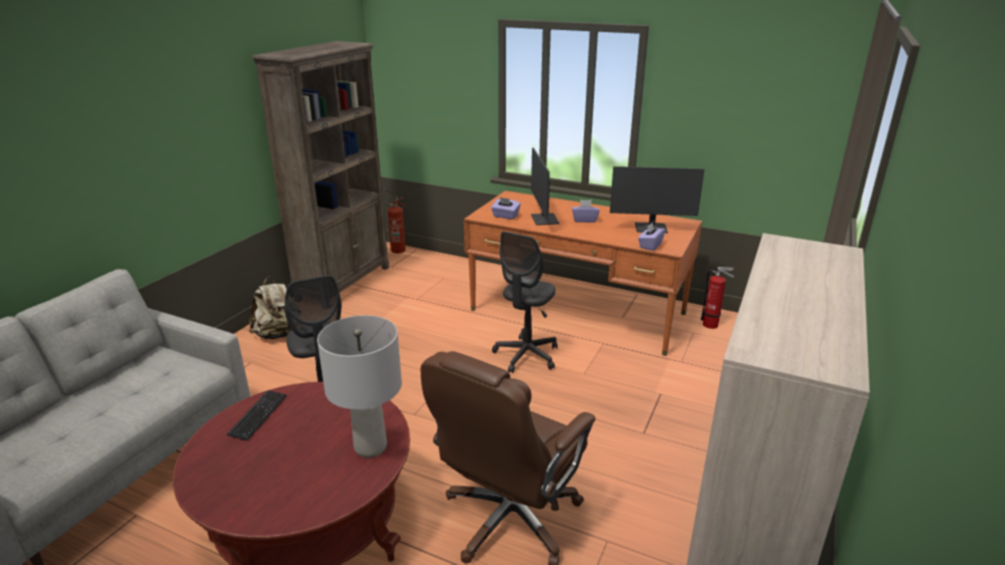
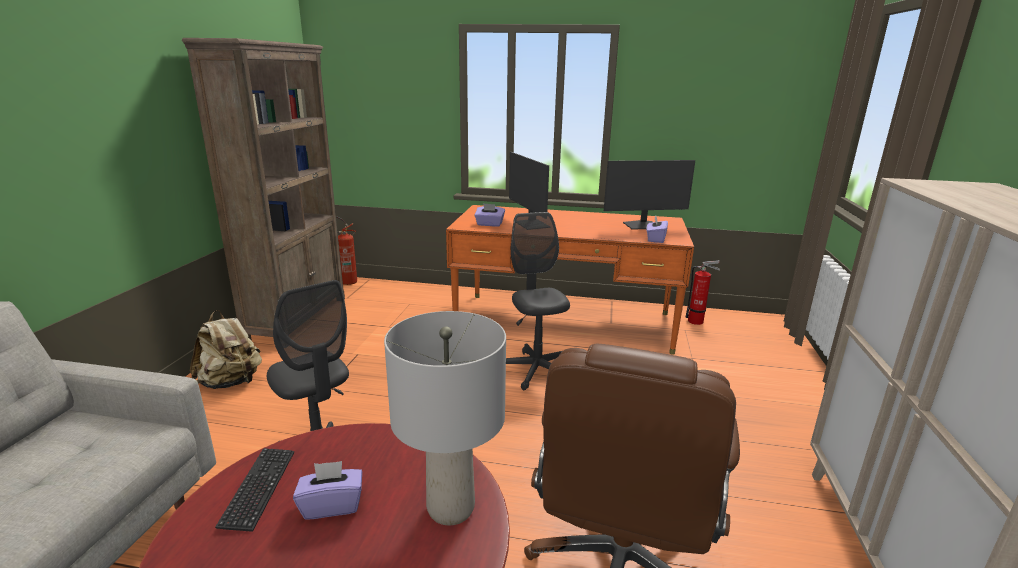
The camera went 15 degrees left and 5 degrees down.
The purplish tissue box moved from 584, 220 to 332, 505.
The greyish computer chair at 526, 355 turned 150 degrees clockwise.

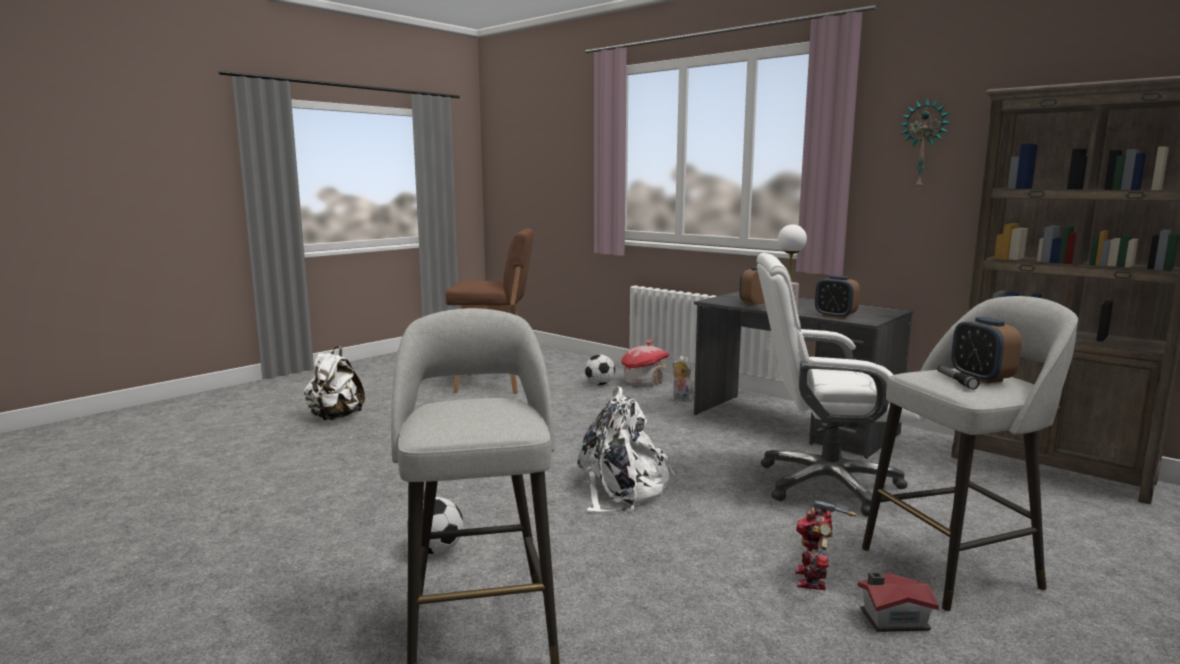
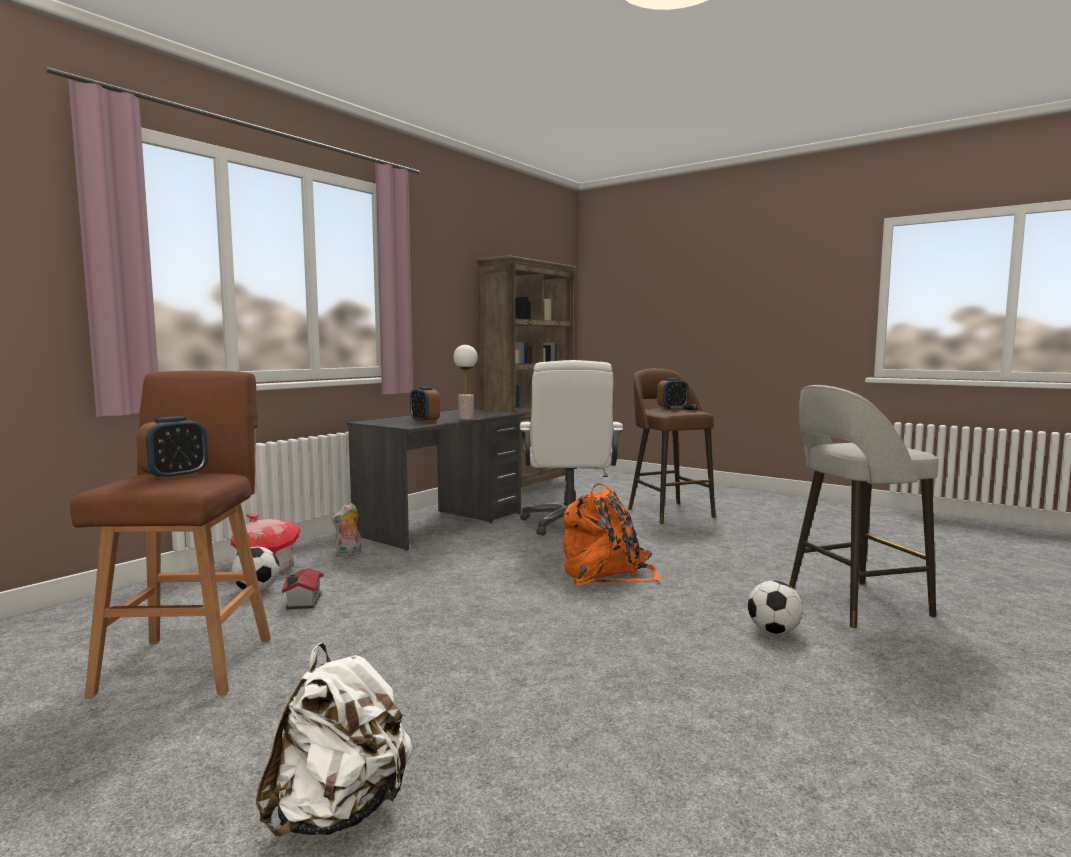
The camera went 95 degrees left and 5 degrees down.
The clock on the wall at 924, 144 disappeared.
The alarm clock moved from 835, 316 to 175, 476.
The greyish stool at 954, 567 became the brownish stool at 669, 512.
The white-coloured knapsack at 622, 489 became the orangey knapsack at 606, 574.
The robot figure at 813, 579 disappeared.
The miniature house moved from 892, 618 to 302, 602.

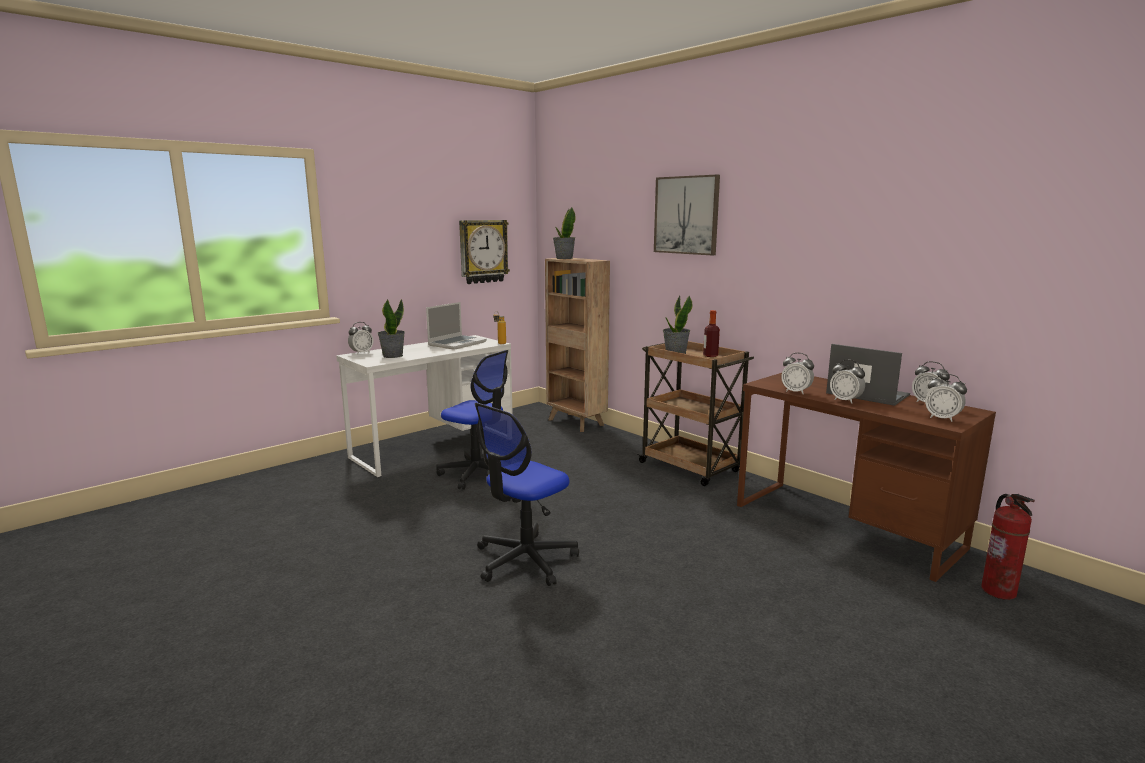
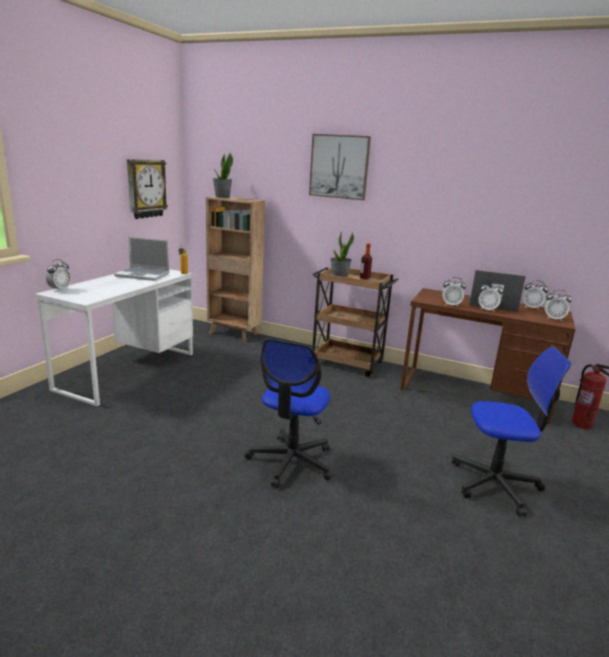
The camera went 25 degrees left and 5 degrees up.
The potted plant at 392, 356 disappeared.
The notebook computer at 457, 343 turned 90 degrees clockwise.
The computer chair moved from 478, 473 to 495, 484.

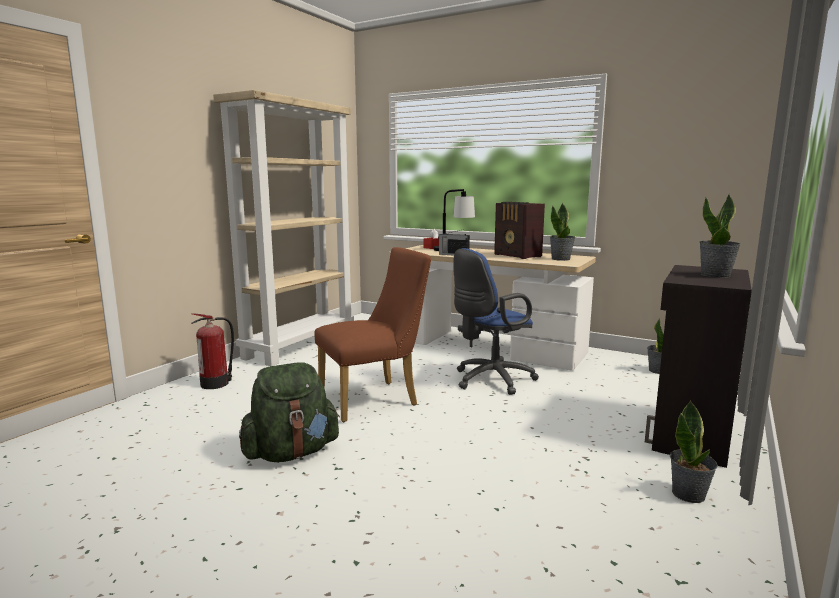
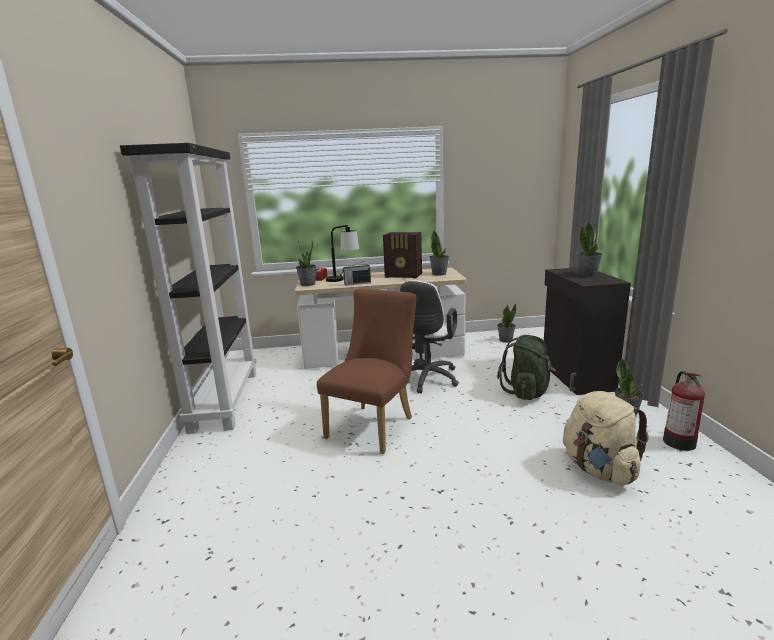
The camera went 35 degrees left and 5 degrees up.
The sand-coloured shelving unit at 300, 345 became the blackish shelving unit at 225, 399.
The blue-coloured computer chair at 489, 380 became the white-coloured computer chair at 426, 380.
The fire-fighting cylinder moved from 216, 383 to 678, 441.
The greenish knapsack moved from 291, 453 to 527, 392.
The potted plant at 308, 284 appeared.
The sand-coloured knapsack at 599, 469 appeared.

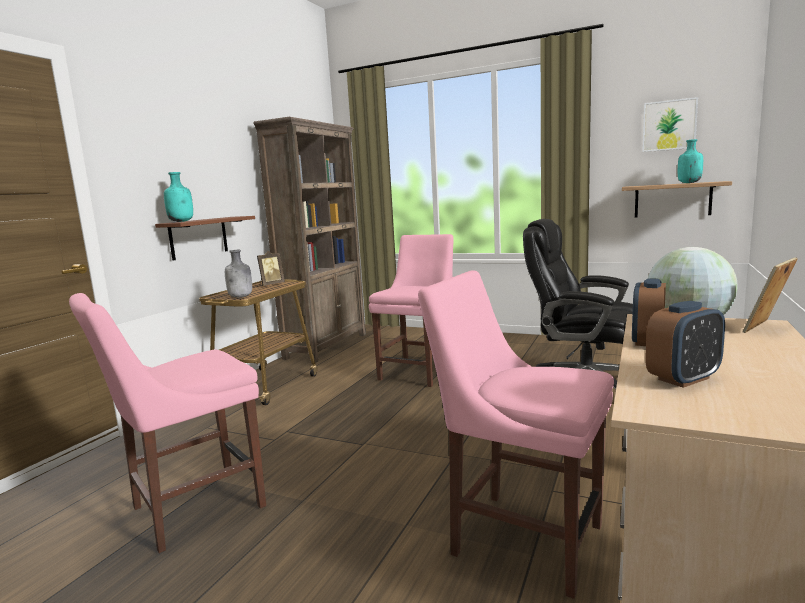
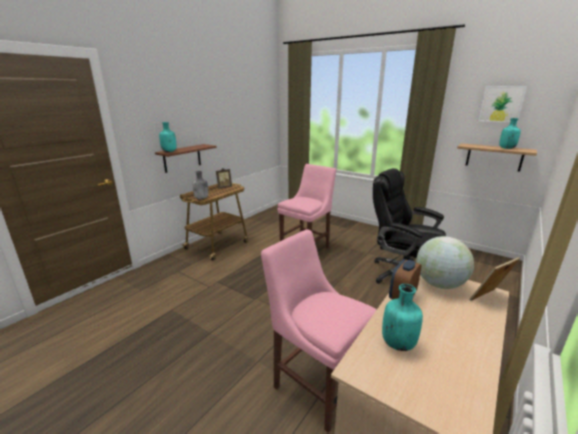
The camera went 10 degrees right and 10 degrees up.
The brownish shelving unit at 327, 346 disappeared.
The pink plain chair at 191, 509 disappeared.
The alarm clock at 683, 379 was replaced by the turquoise-coloured bottle at 398, 343.

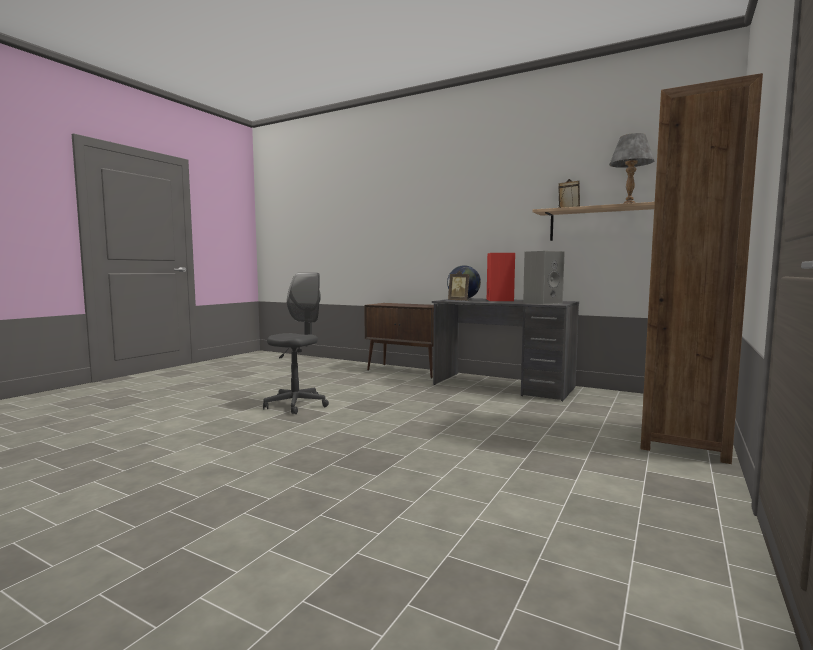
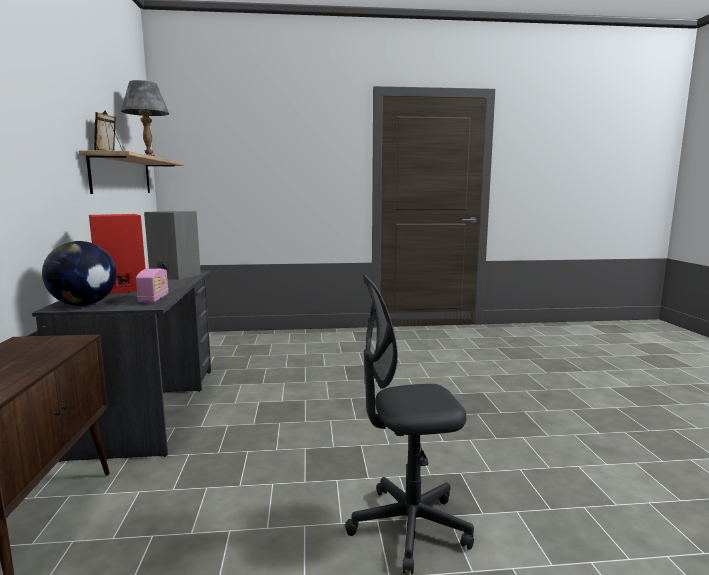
The camera went 125 degrees left and 5 degrees up.
The brownish shelving unit at 684, 442 disappeared.
The photo frame at 459, 300 was replaced by the radio set at 154, 299.

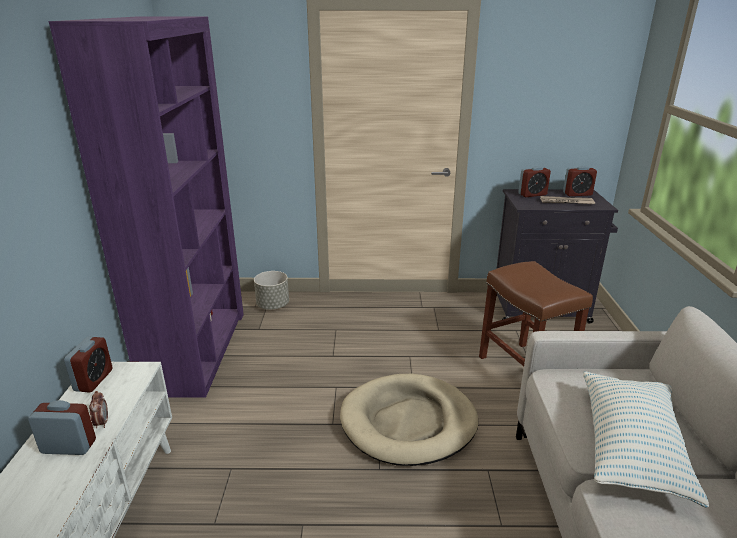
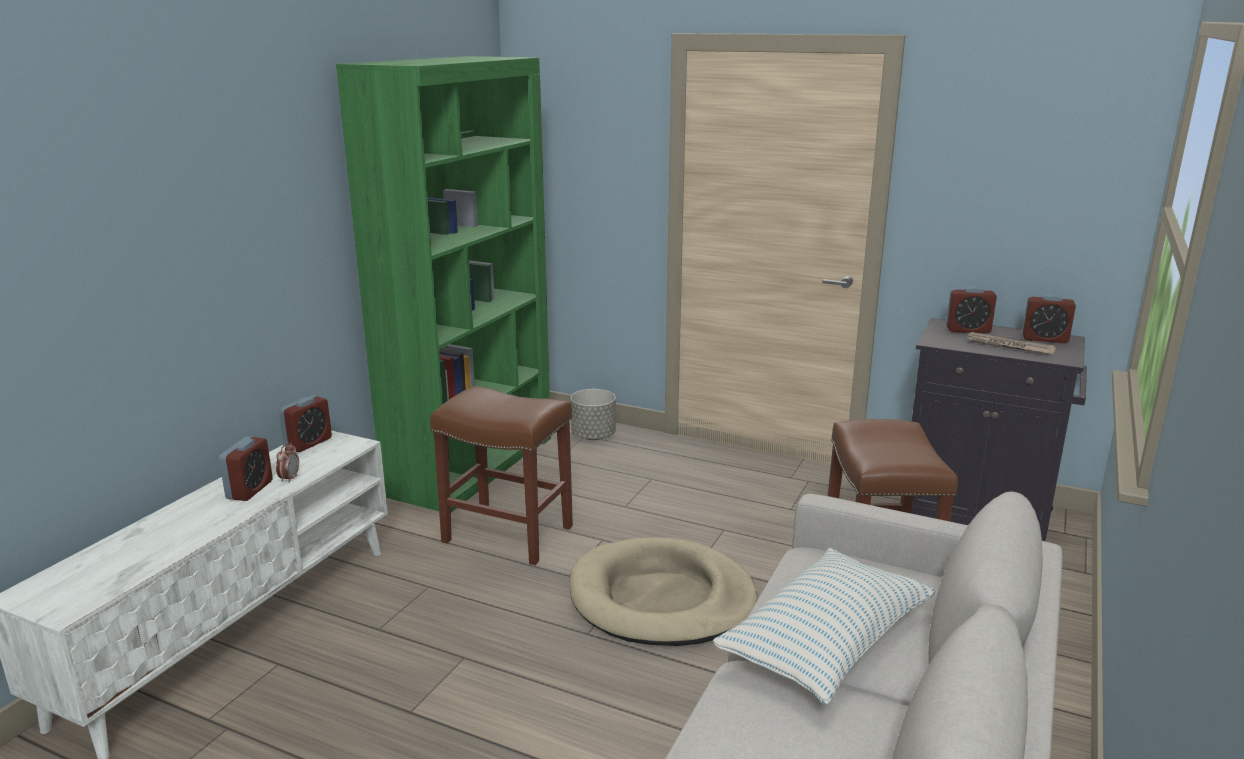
The camera went 25 degrees right and 5 degrees down.
The purplish shelving unit at 197, 350 became the greenish shelving unit at 472, 465.
The alarm clock at 69, 446 turned 75 degrees clockwise.
The brownish stool at 510, 534 appeared.

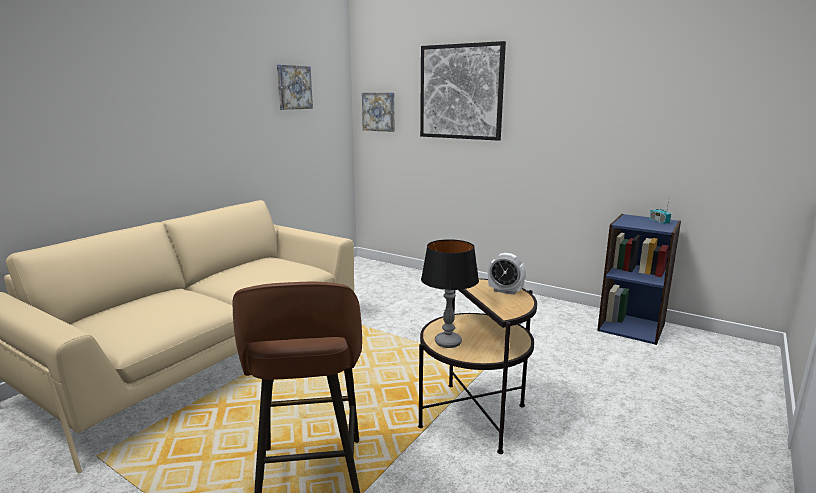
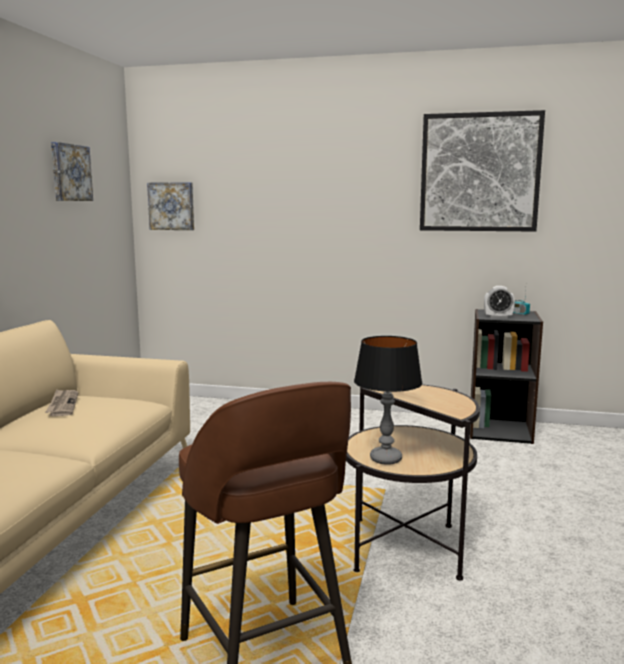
The camera went 20 degrees left and 5 degrees down.
The picture moved from 461, 92 to 479, 172.
The blue-coloured shelving unit at 631, 327 became the blackish shelving unit at 499, 430.
The alarm clock moved from 505, 291 to 498, 317.
The daily paper at 62, 404 appeared.

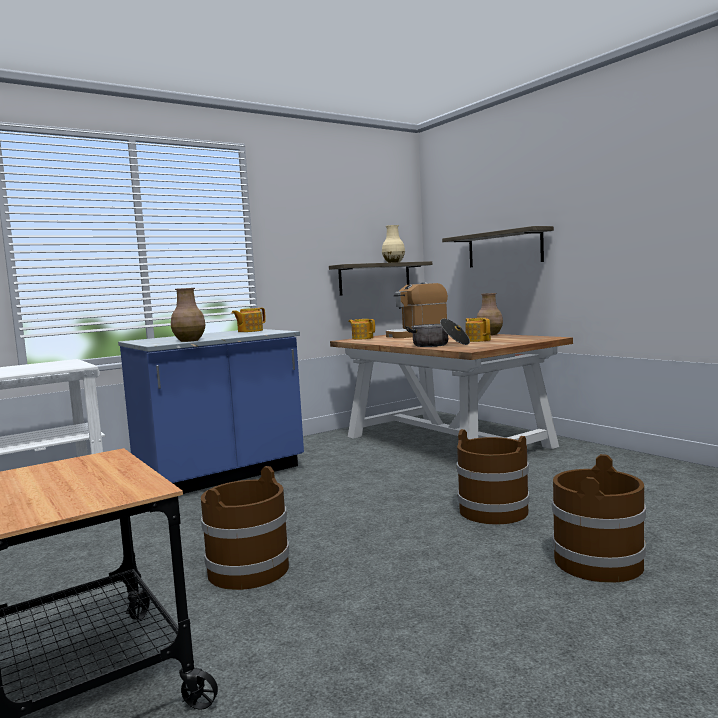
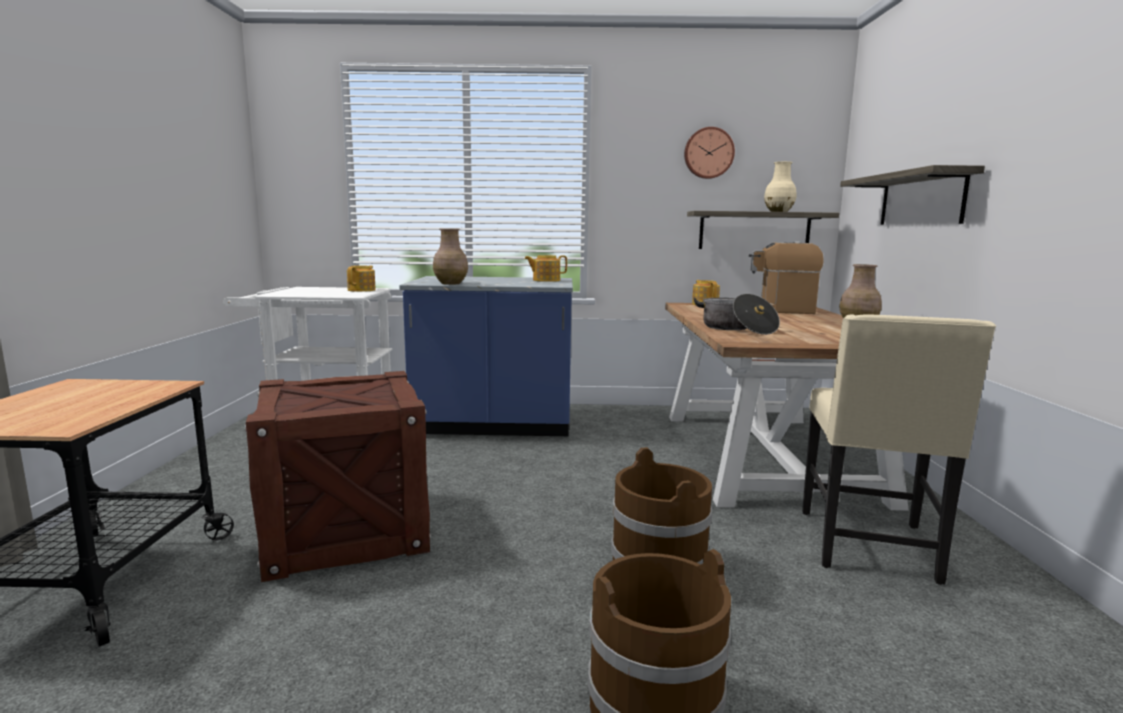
The camera went 35 degrees right and 5 degrees up.
The tea pot moved from 478, 340 to 362, 290.
The brownish pail at 248, 570 was replaced by the shipping crate at 346, 530.
The clock on the wall at 708, 153 appeared.
The sand-coloured plain chair at 870, 547 appeared.

